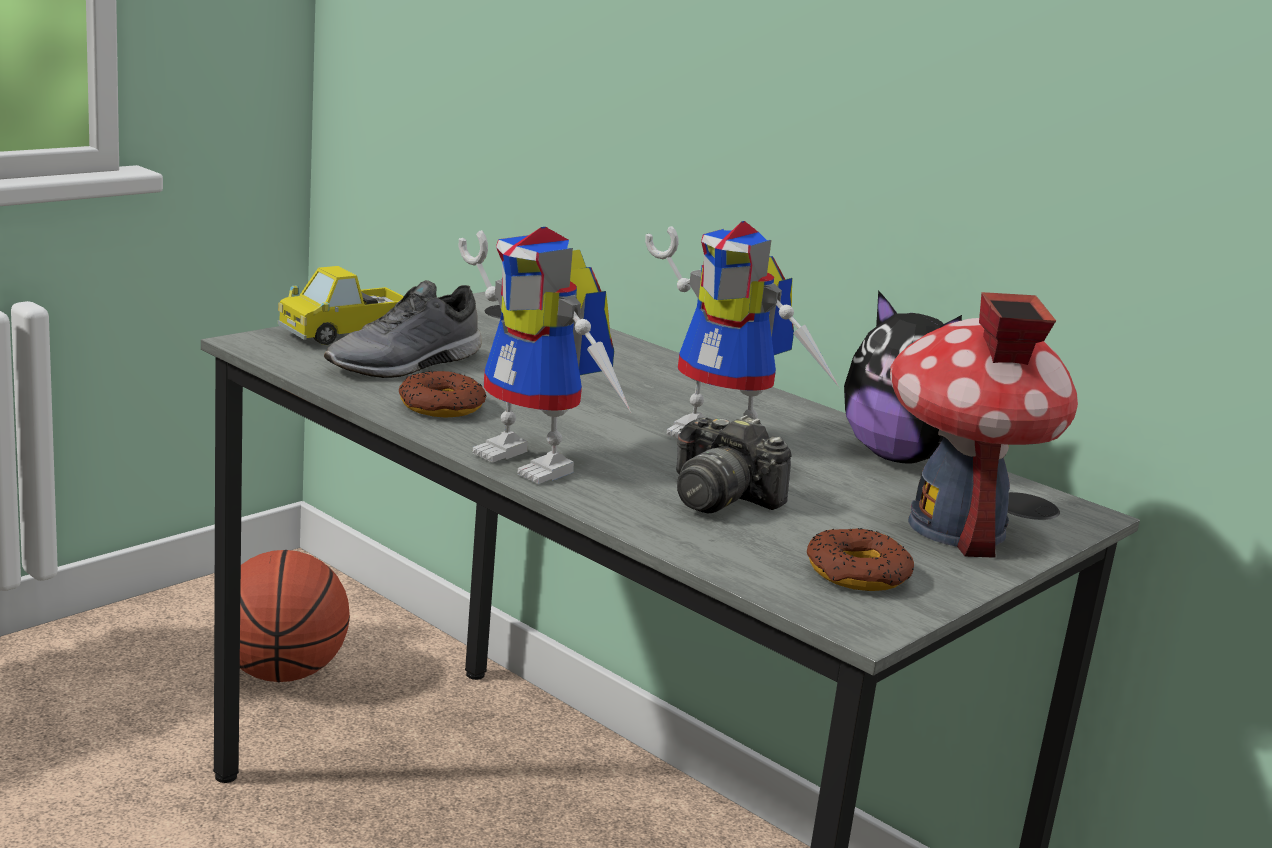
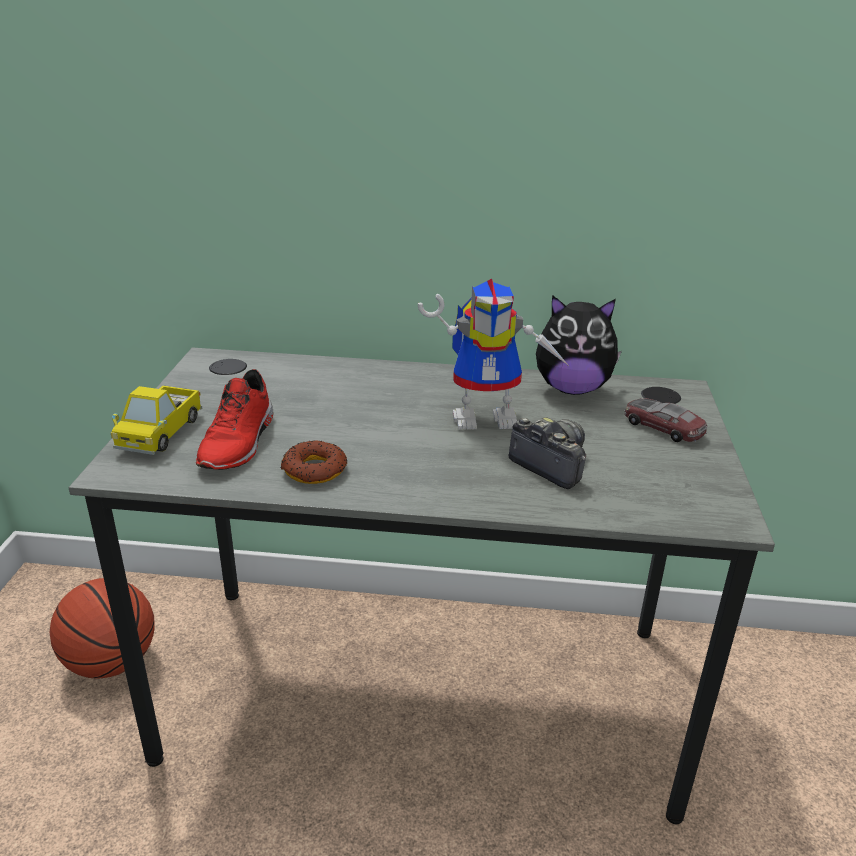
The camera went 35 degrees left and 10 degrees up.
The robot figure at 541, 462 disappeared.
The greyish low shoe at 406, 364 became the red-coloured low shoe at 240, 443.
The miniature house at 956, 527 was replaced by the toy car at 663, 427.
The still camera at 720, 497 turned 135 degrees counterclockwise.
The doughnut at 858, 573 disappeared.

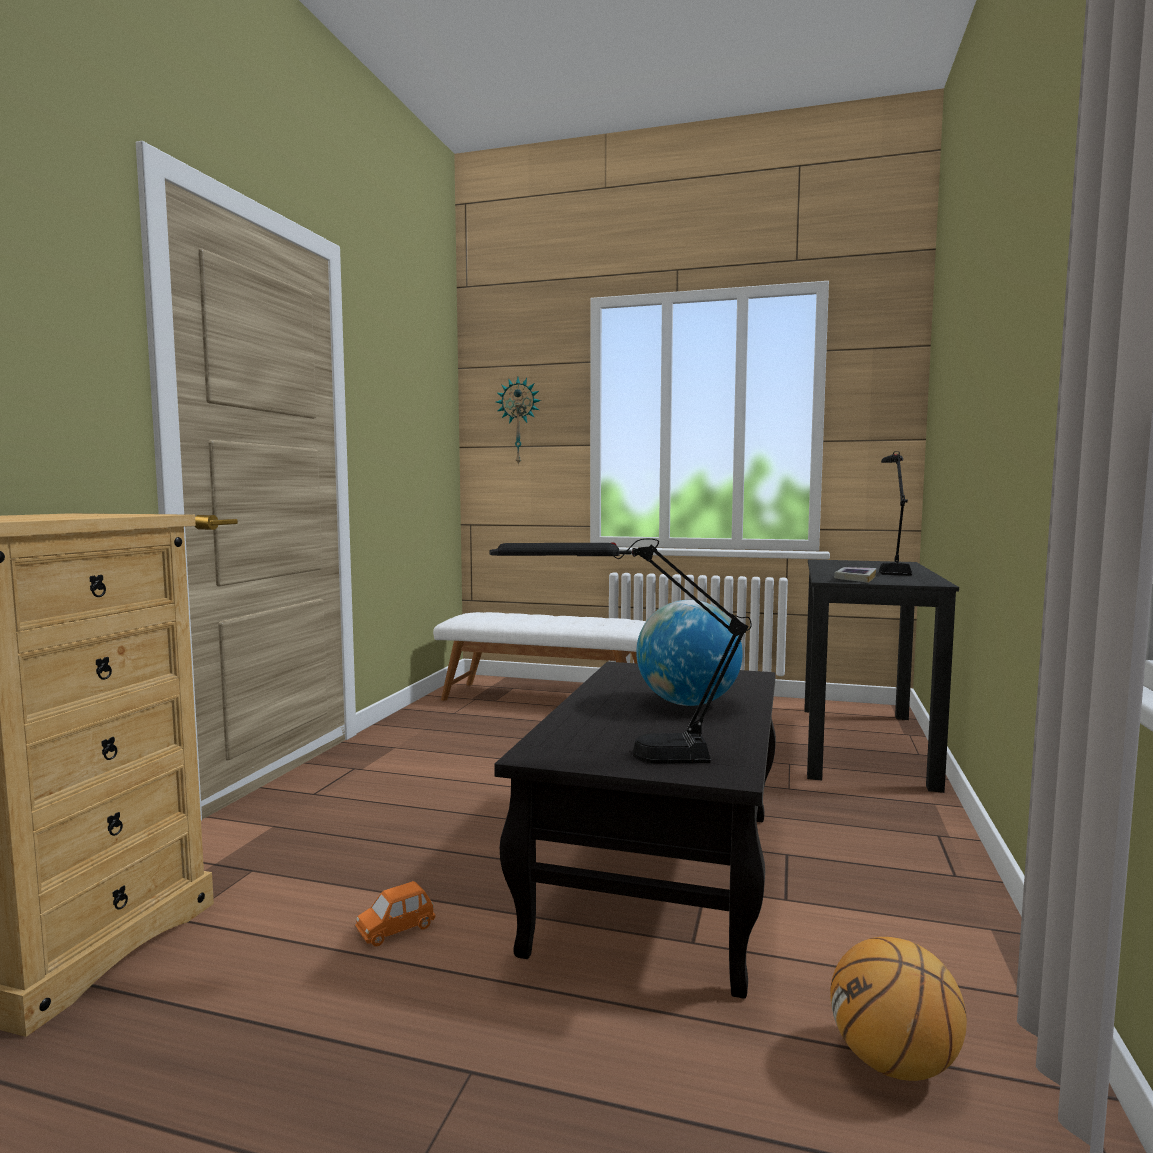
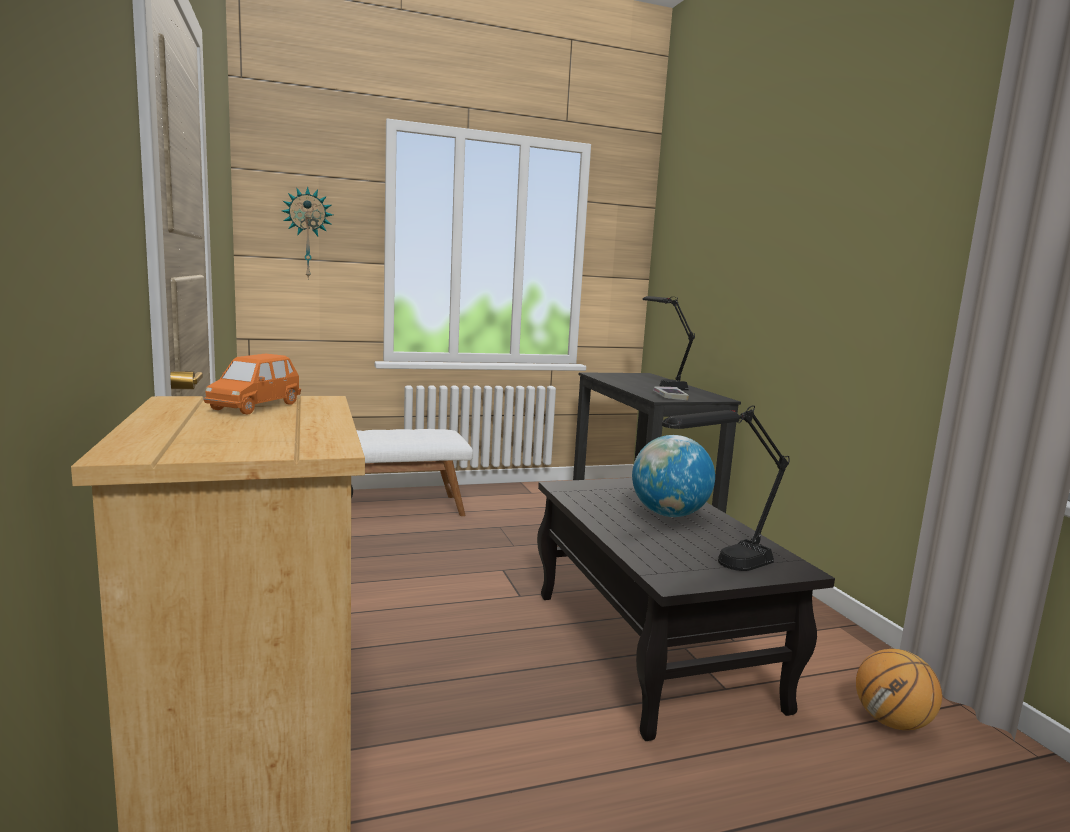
The camera went 35 degrees left and 5 degrees up.
The orangey toy car moved from 395, 930 to 255, 407.

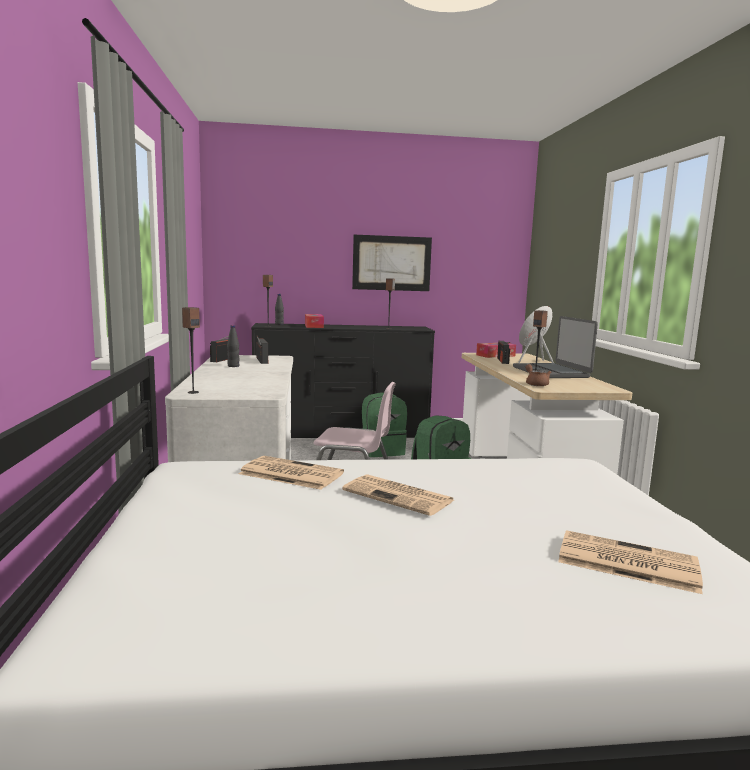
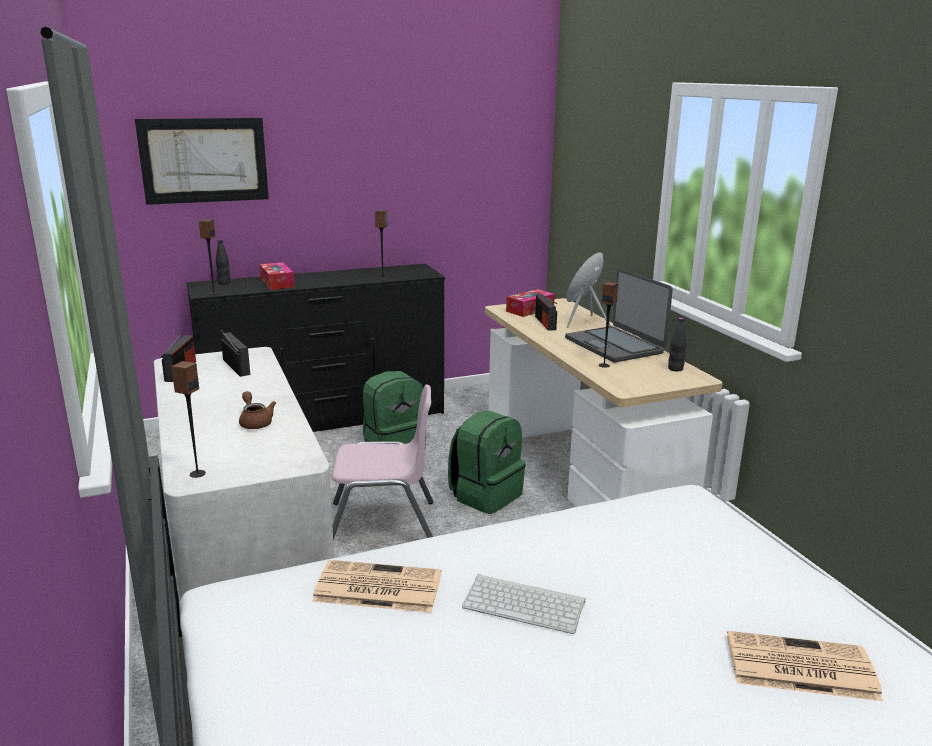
The camera went 15 degrees left and 10 degrees up.
The picture moved from 391, 263 to 204, 160.
The blackish bottle moved from 233, 366 to 675, 369.
The brownish tea pot moved from 536, 384 to 255, 422.
The daily paper at 399, 496 was replaced by the PC keyboard at 526, 604.

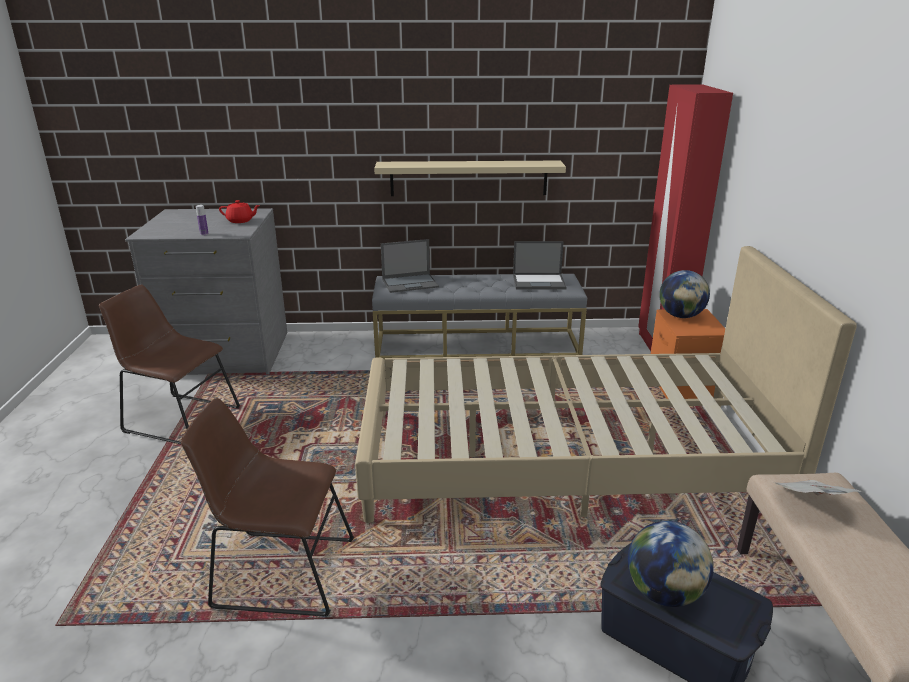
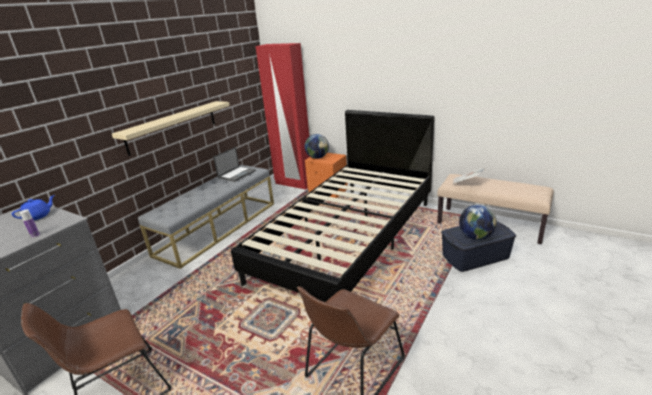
The camera went 55 degrees left and 0 degrees up.
The red-coloured tea pot at 240, 221 became the blue-coloured tea pot at 38, 216.
The notebook computer at 410, 283 disappeared.
The sand-coloured bed at 565, 459 became the blackish bed at 347, 239.

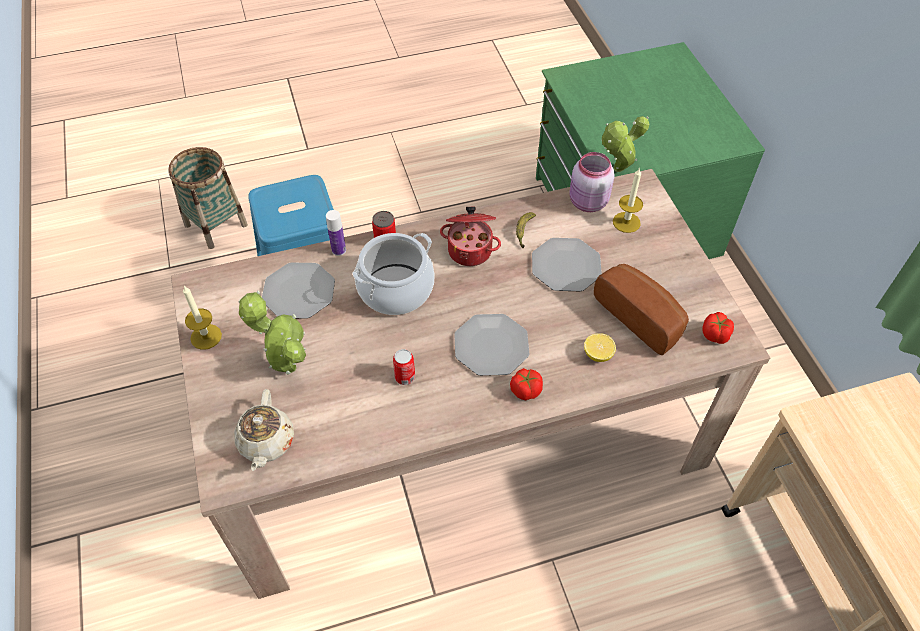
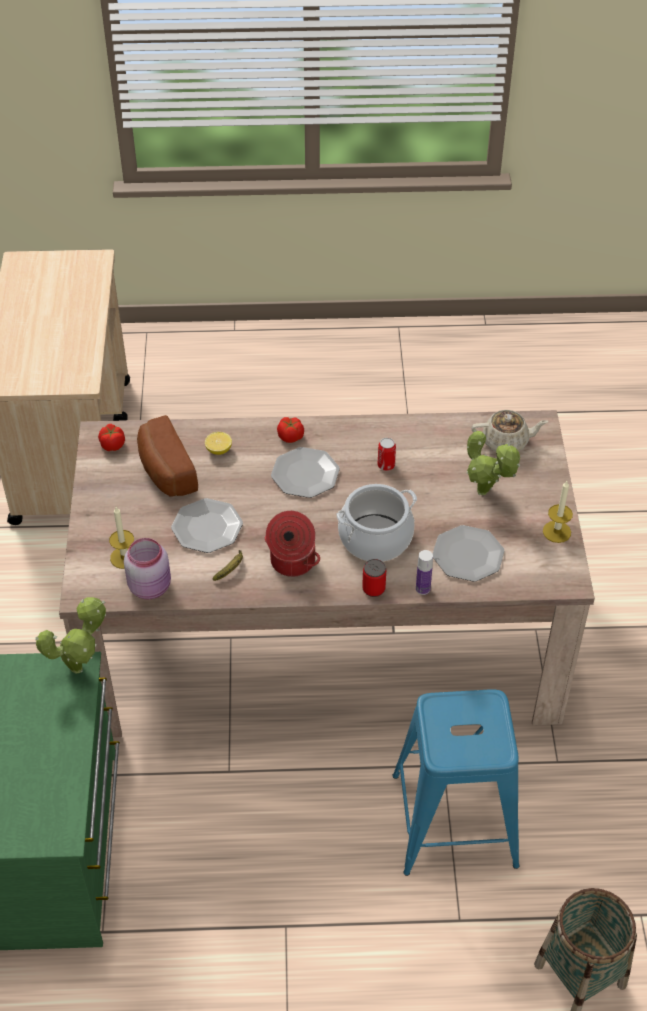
The camera went 165 degrees left and 5 degrees down.
The sand-coloured tea pot at 266, 442 turned 75 degrees clockwise.

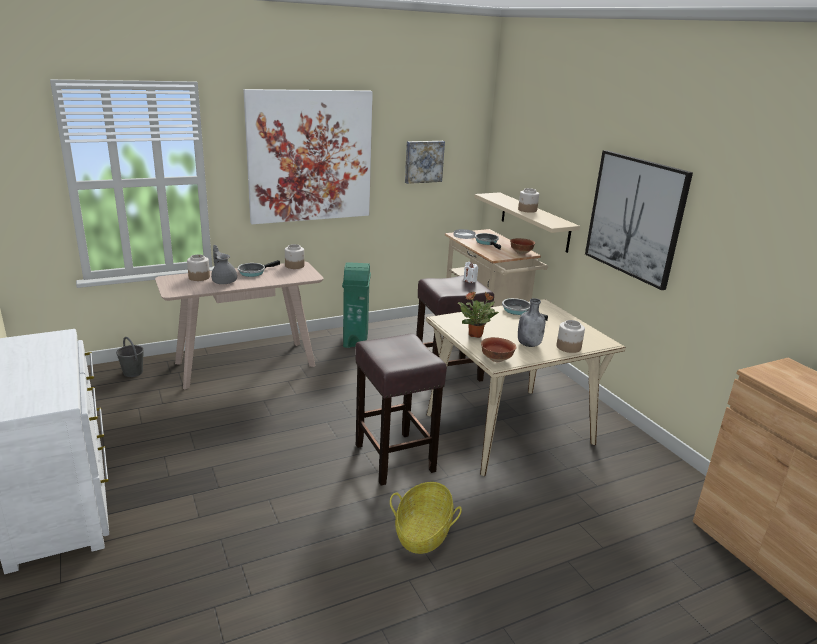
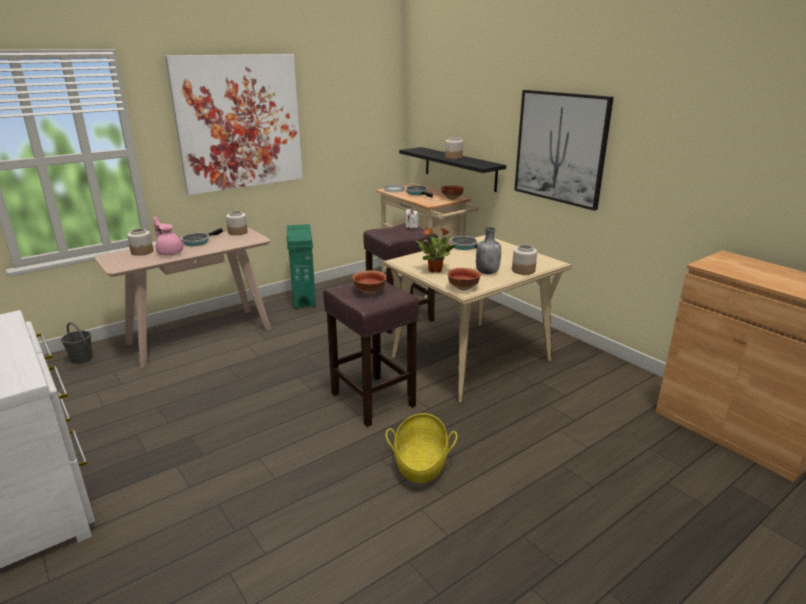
The camera went 10 degrees left and 0 degrees up.
The picture at 423, 161 disappeared.
The sand-coloured bracket shelf at 534, 221 became the blackish bracket shelf at 460, 168.
The greyish tea pot at 224, 281 became the pink tea pot at 170, 252.
The deep dish at 370, 291 appeared.

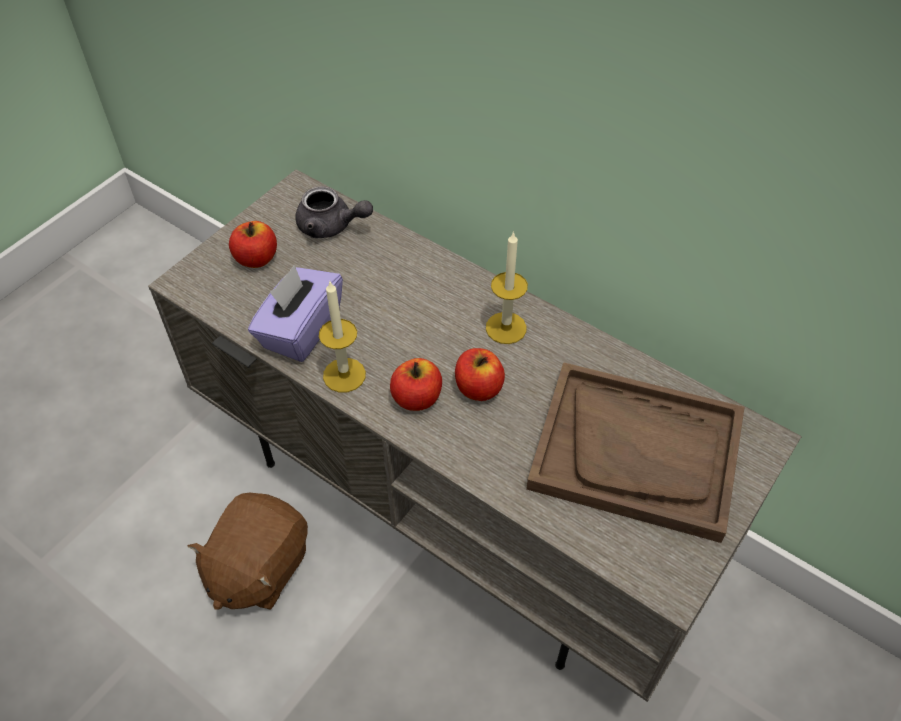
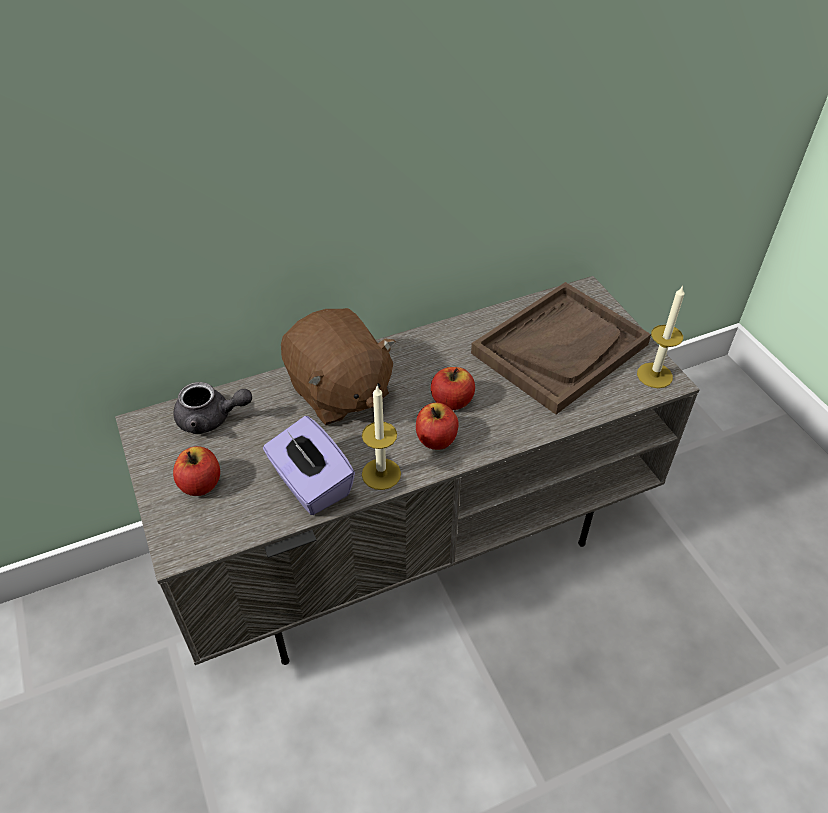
The camera went 60 degrees left and 5 degrees down.
The greyish tea pot at 331, 226 turned 45 degrees clockwise.
The wax light moved from 506, 328 to 654, 375.
The brownish soft toy moved from 258, 567 to 338, 392.

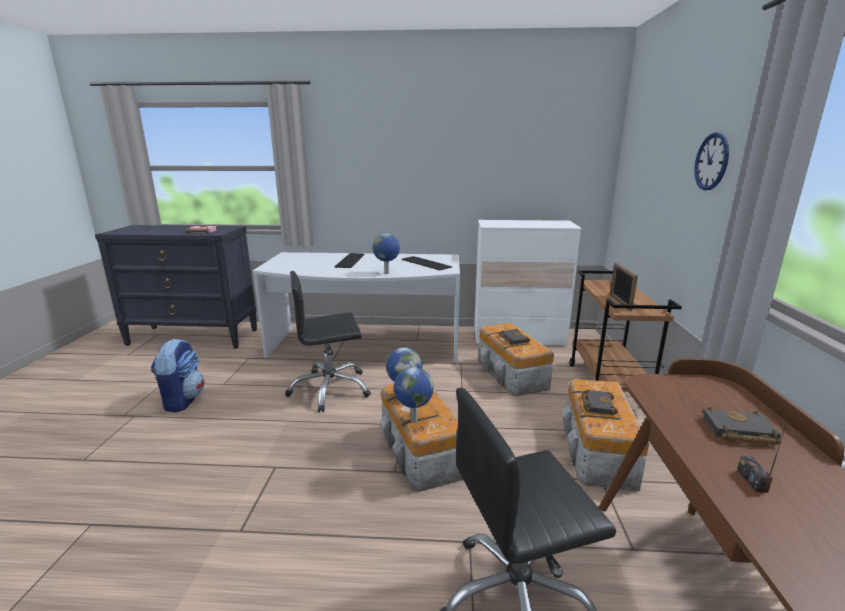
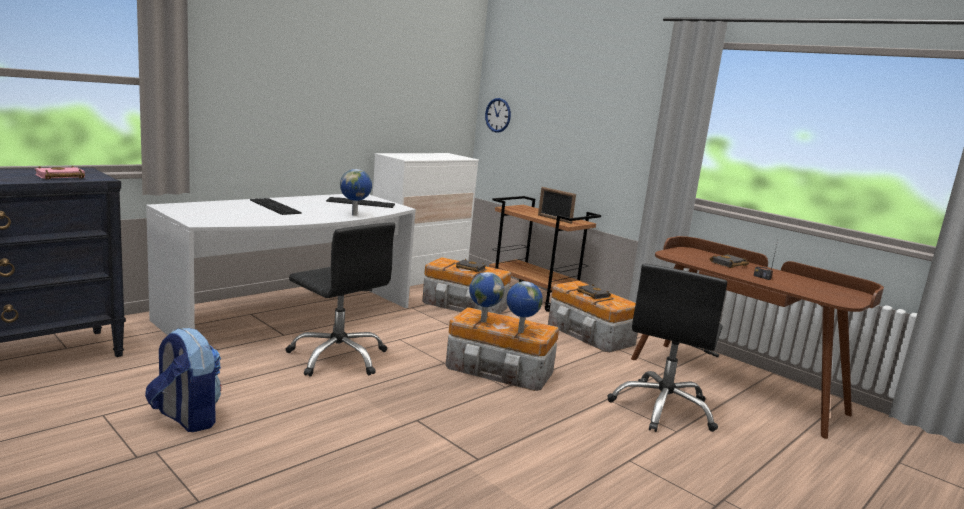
The camera went 50 degrees left and 5 degrees down.
The clock on the wall moved from 711, 161 to 498, 115.
The blackish computer chair at 330, 389 turned 75 degrees counterclockwise.

